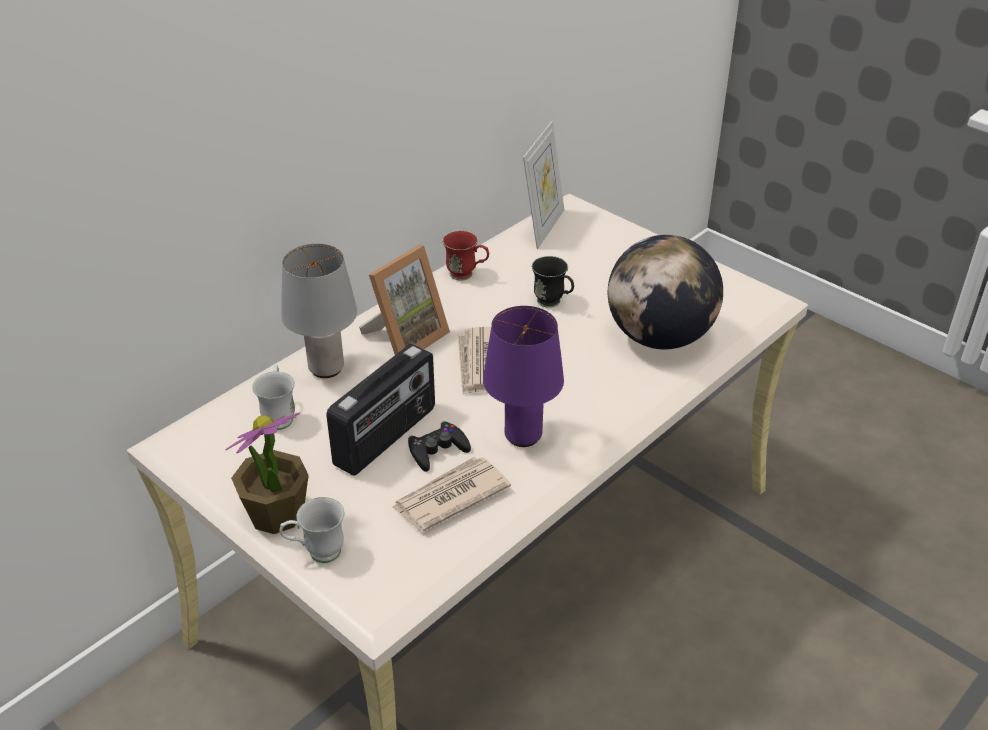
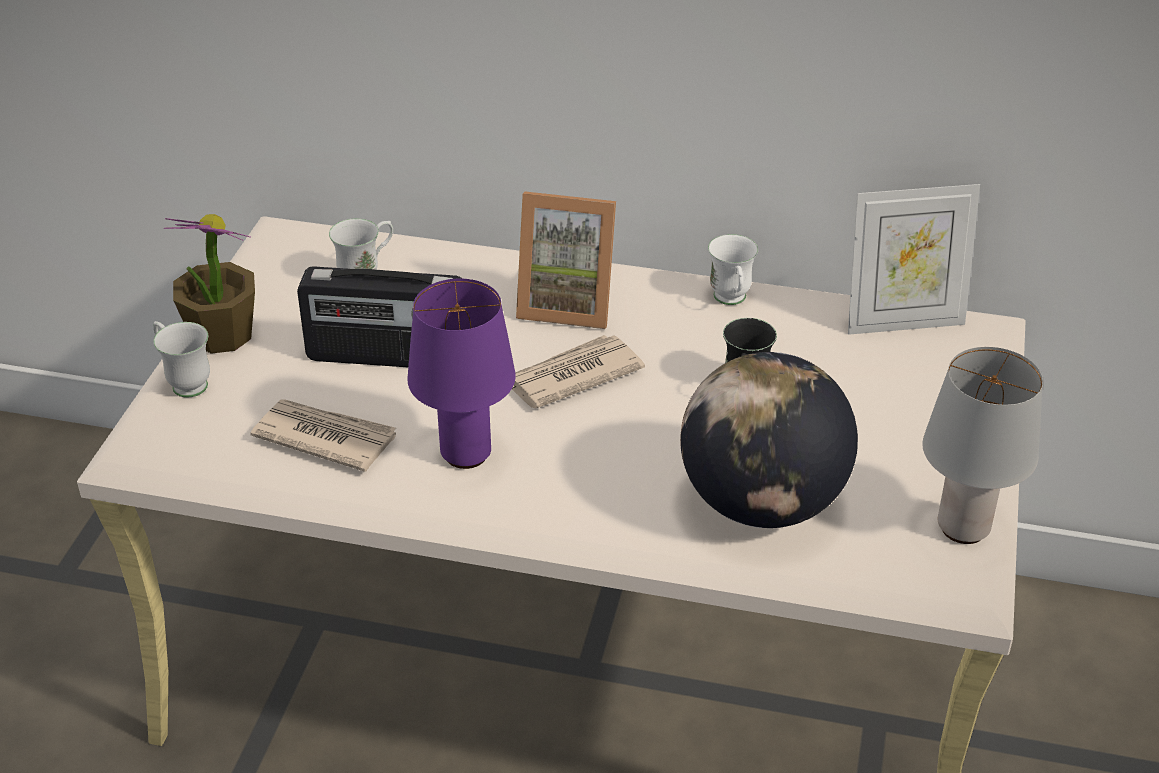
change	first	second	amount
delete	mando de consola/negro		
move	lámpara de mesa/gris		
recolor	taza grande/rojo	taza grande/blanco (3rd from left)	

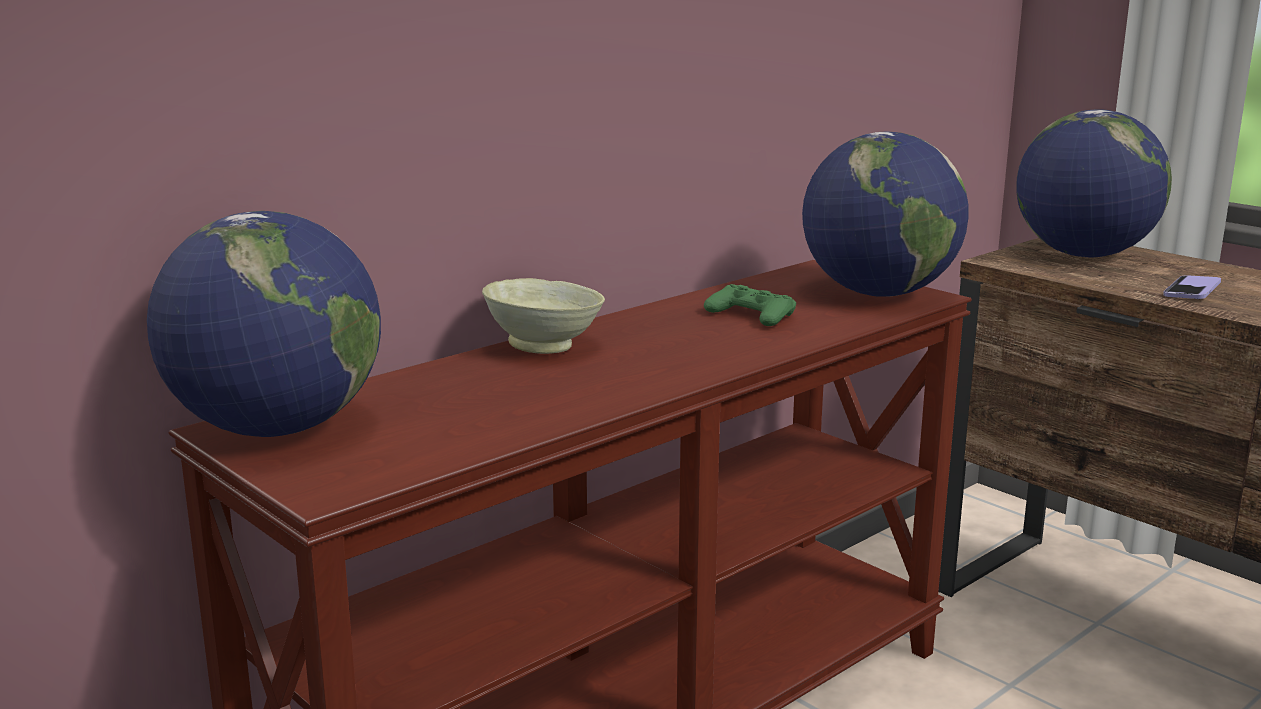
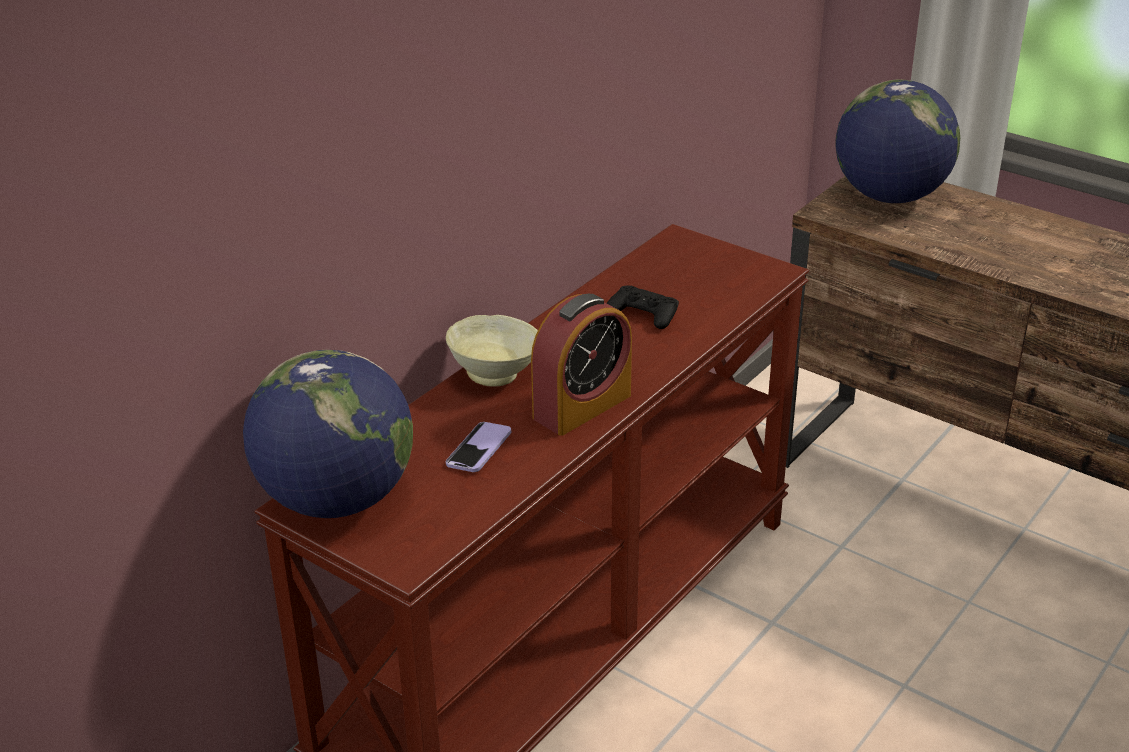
change	first	second	amount
delete	globo terráqueo (2nd from left)		
insert		despertador	
move	móvil		
recolor	mando de consola/verde	mando de consola/negro	

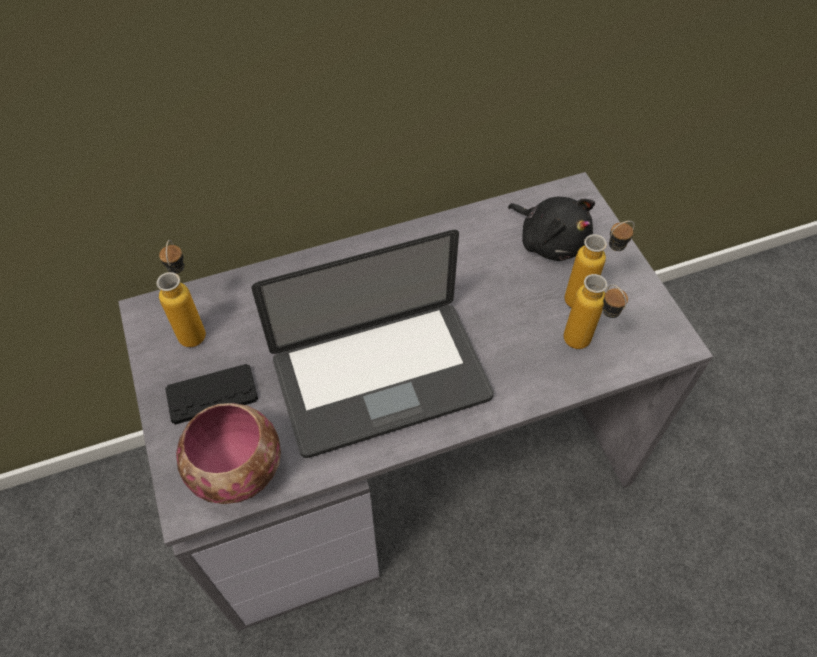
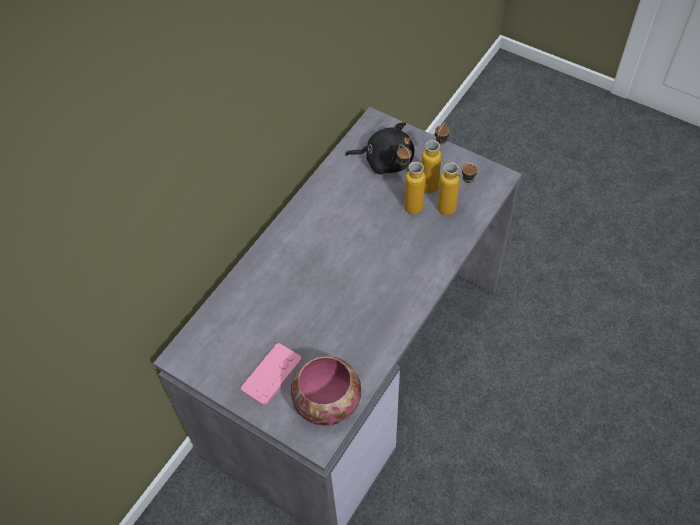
change	first	second	amount
delete	portátil		
move	botella (1st from left)		
recolor	mando de consola/negro	mando de consola/rosa	

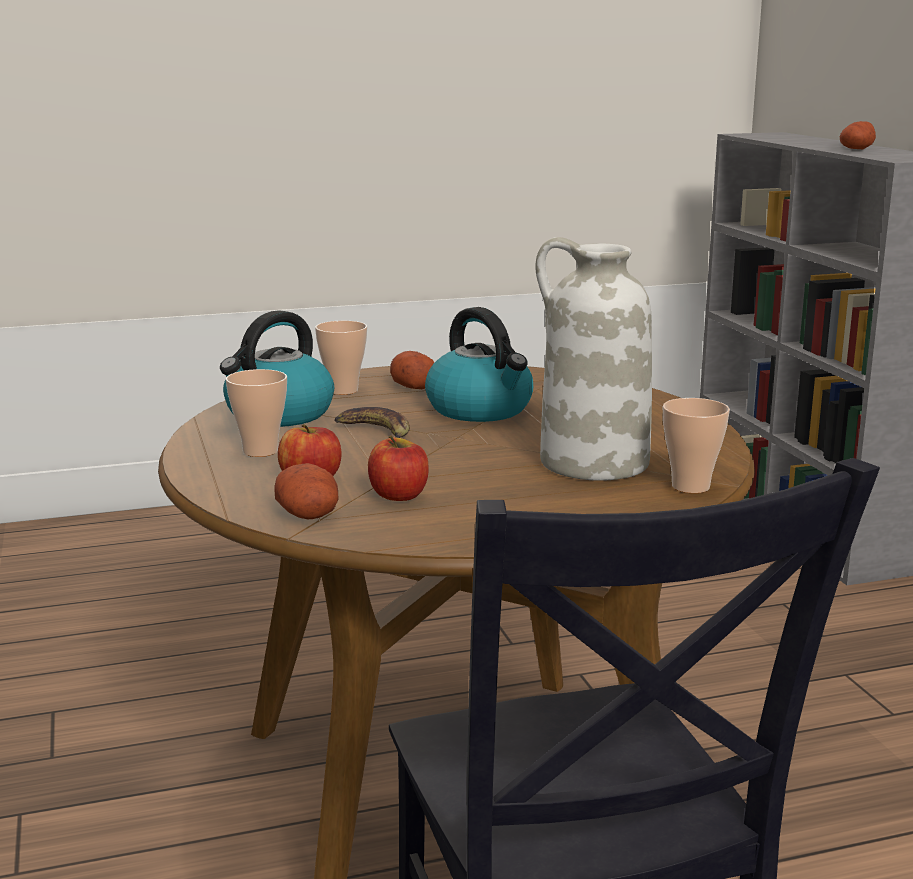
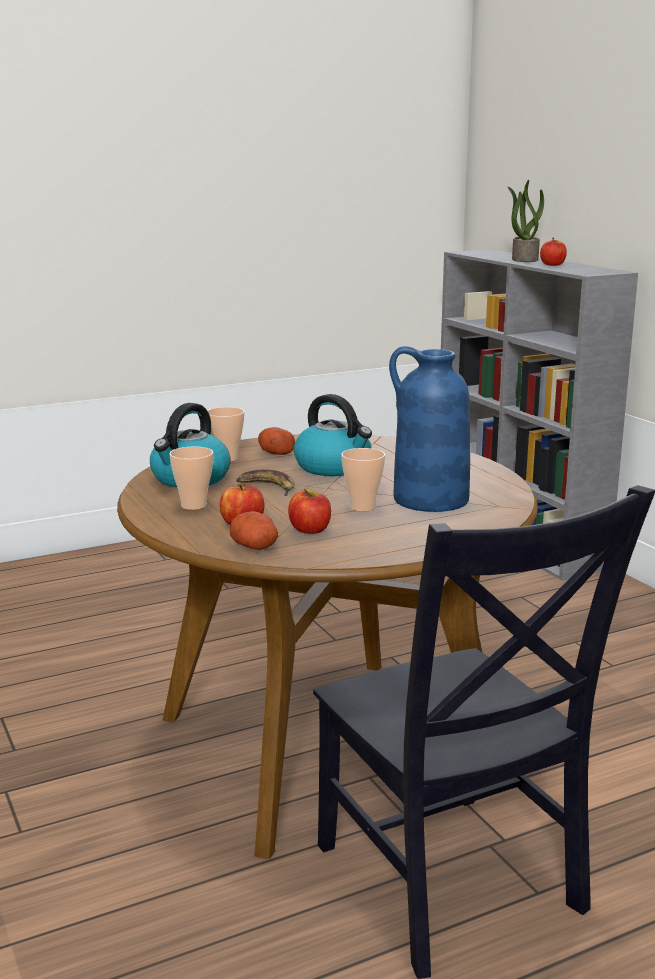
change	first	second	amount
insert		planta en maceta	
move	taza (3rd from left)		
replace	patata (3rd from left)	manzana (3rd from left)	
recolor	florero/blanco	florero/azul	

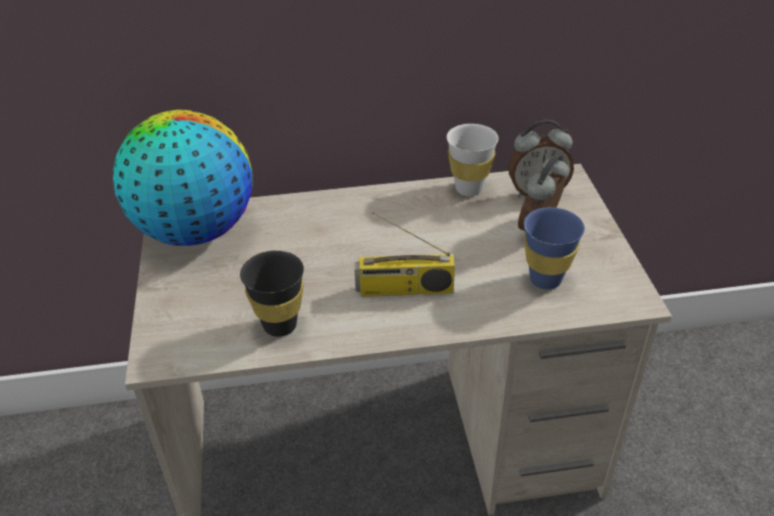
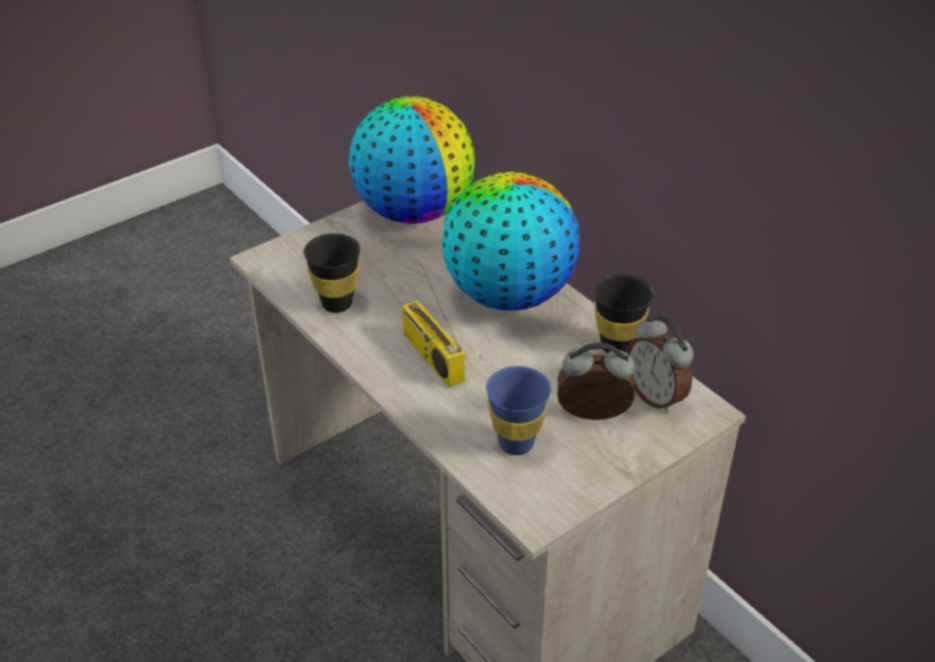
change	first	second	amount
insert		globo terráqueo (2nd from left)	
recolor	taza/blanco	taza/negro (2nd from left)	

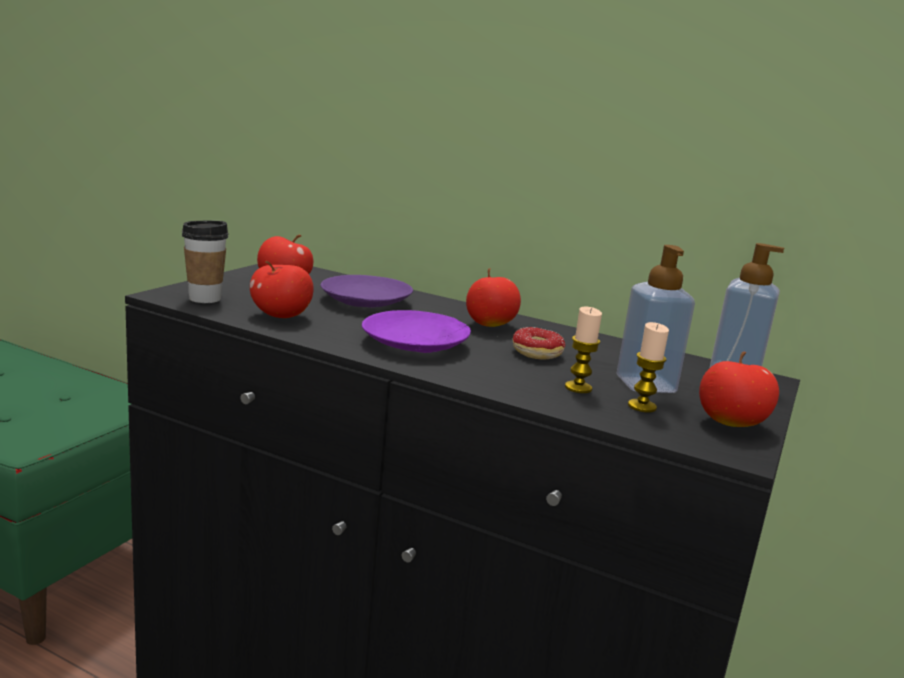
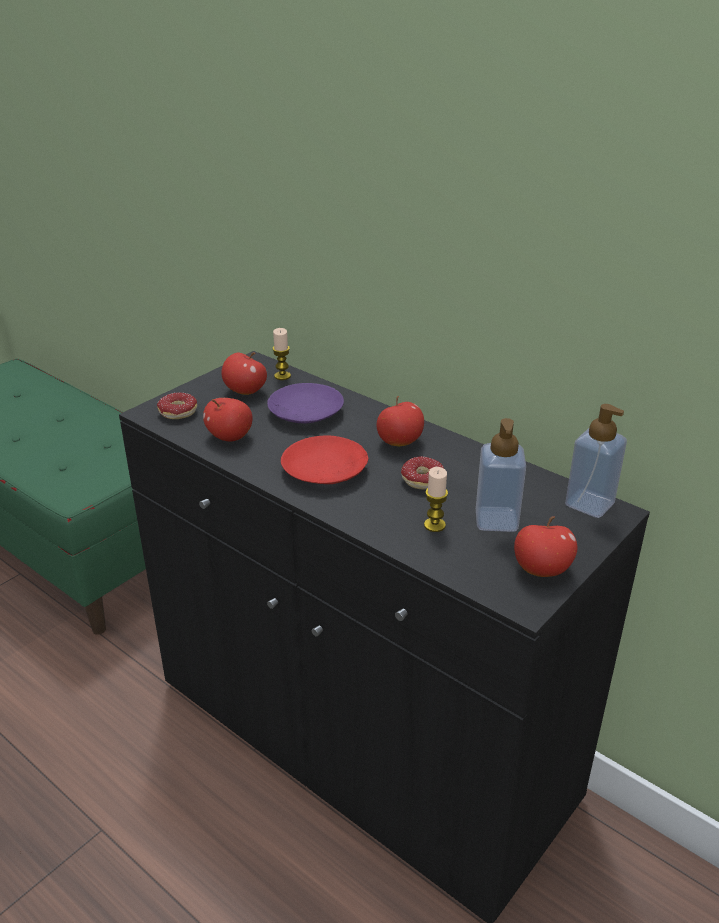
change	first	second	amount
move	vela (2nd from left in the first image)	vela (1st from left)	
replace	taza	rosquilla (1st from left)	
recolor	plato/morado (2nd from left)	plato/rojo	

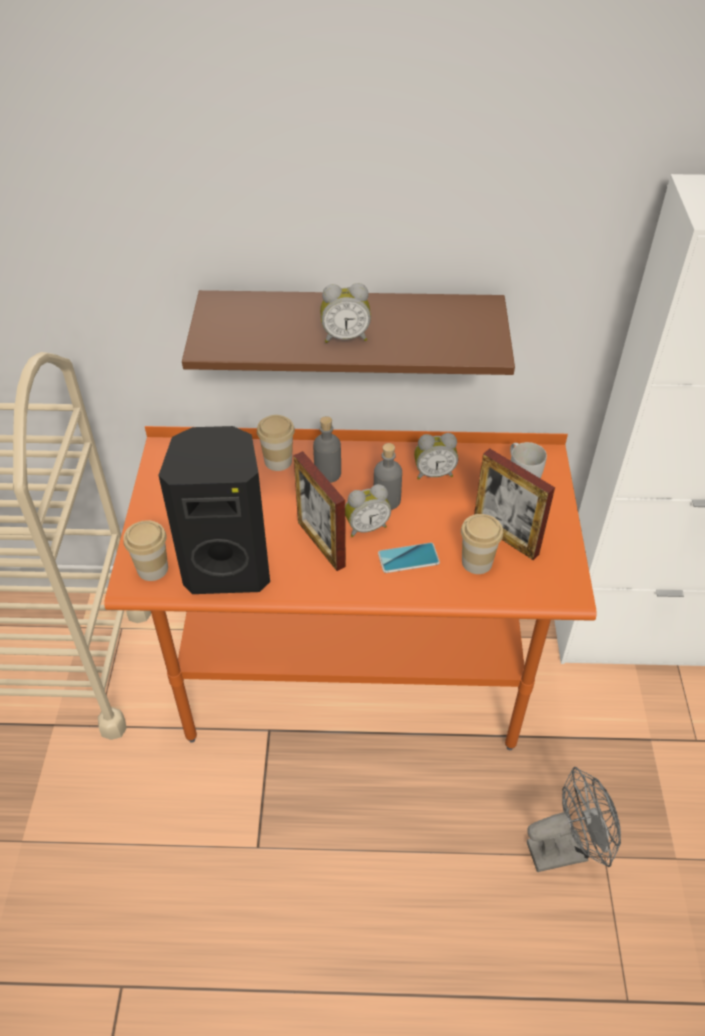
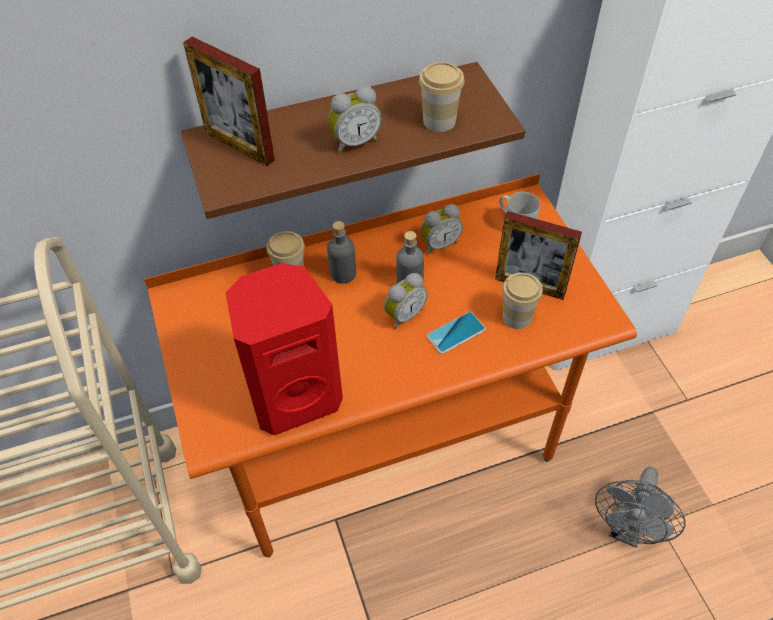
change	first	second	amount
move	taza (1st from left in the first image)	taza (2nd from left)	
move	portarretratos (1st from left)		
recolor	altavoz/negro	altavoz/rojo	
rotate	ventilador/gris		150 degrees clockwise

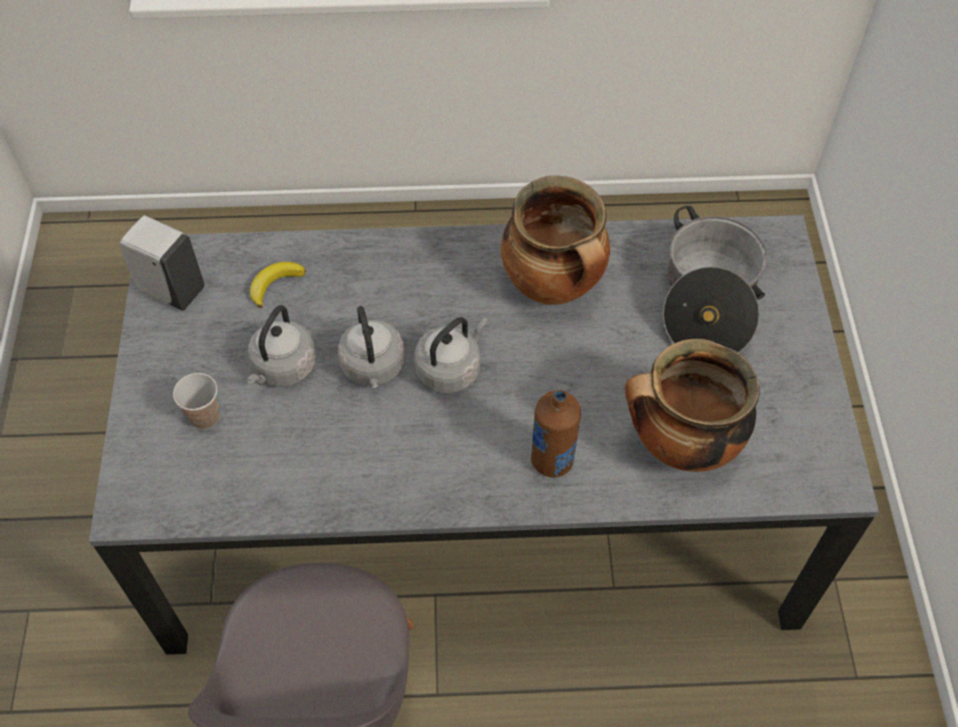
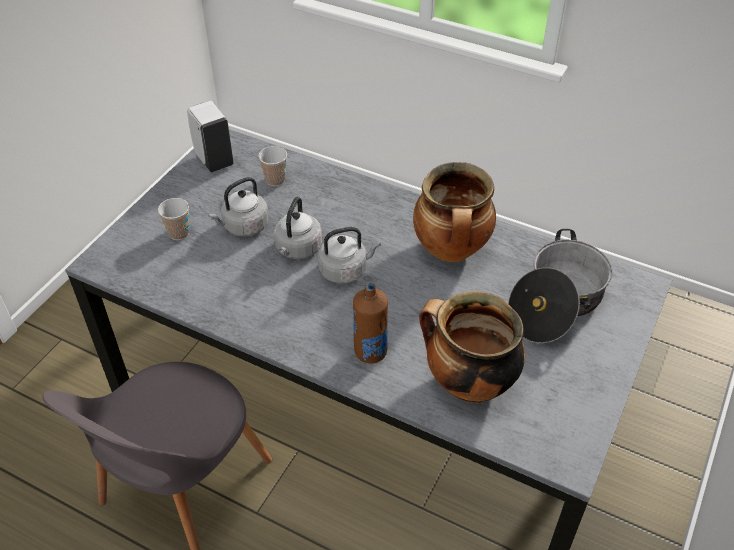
change	first	second	amount
replace	plátano	taza (2nd from left)	

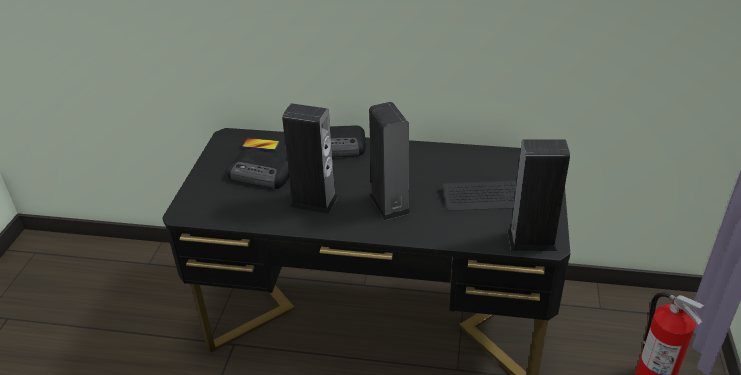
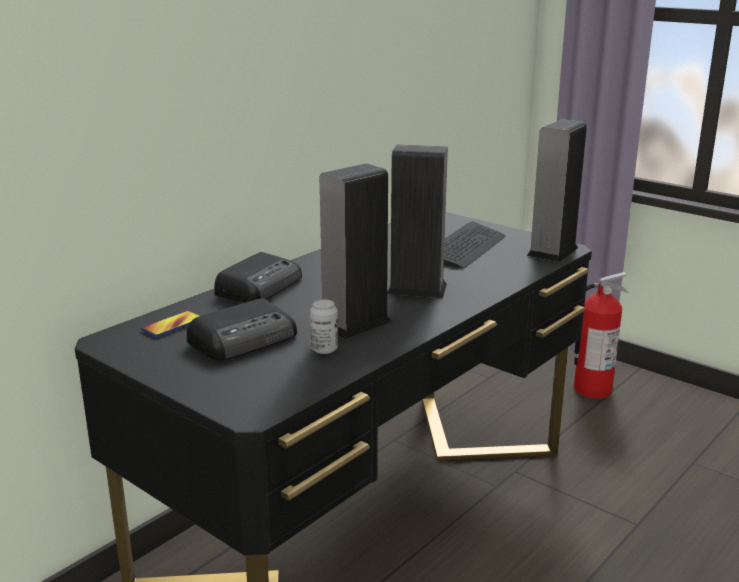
change	first	second	amount
insert		lata	

